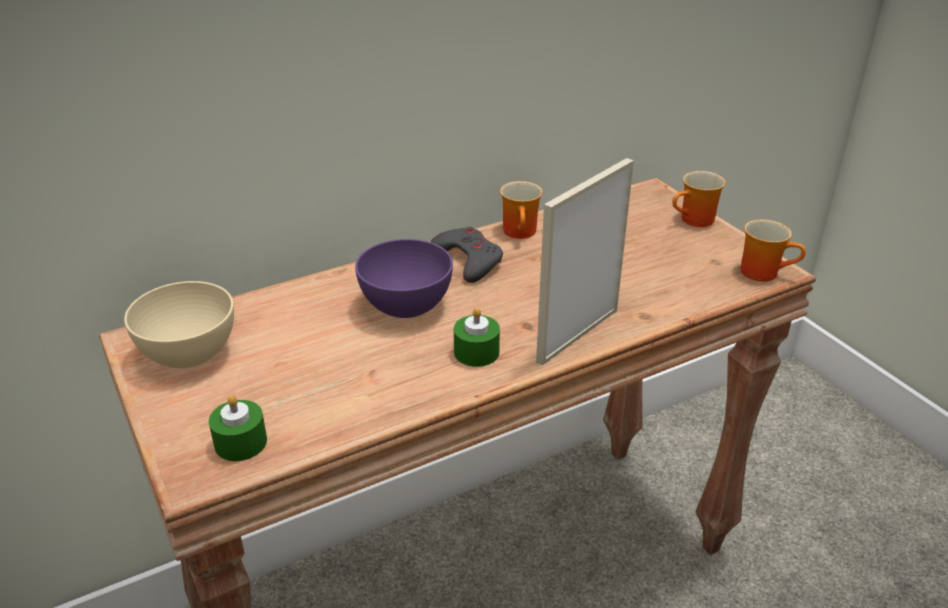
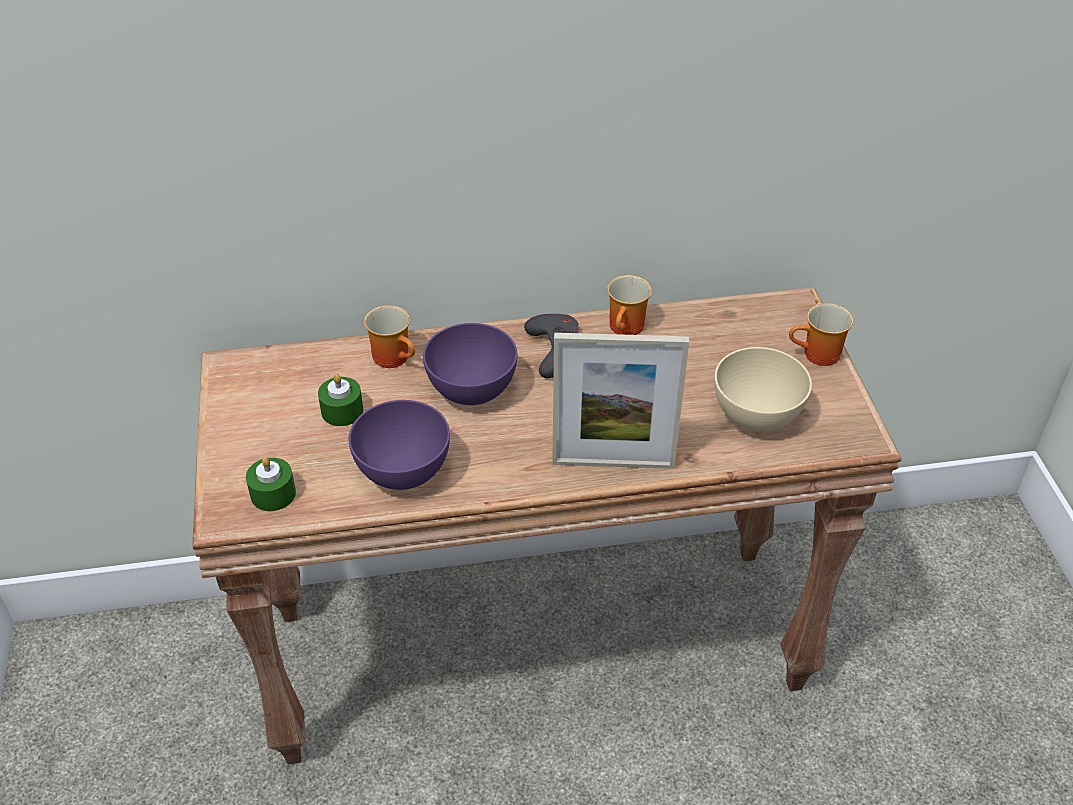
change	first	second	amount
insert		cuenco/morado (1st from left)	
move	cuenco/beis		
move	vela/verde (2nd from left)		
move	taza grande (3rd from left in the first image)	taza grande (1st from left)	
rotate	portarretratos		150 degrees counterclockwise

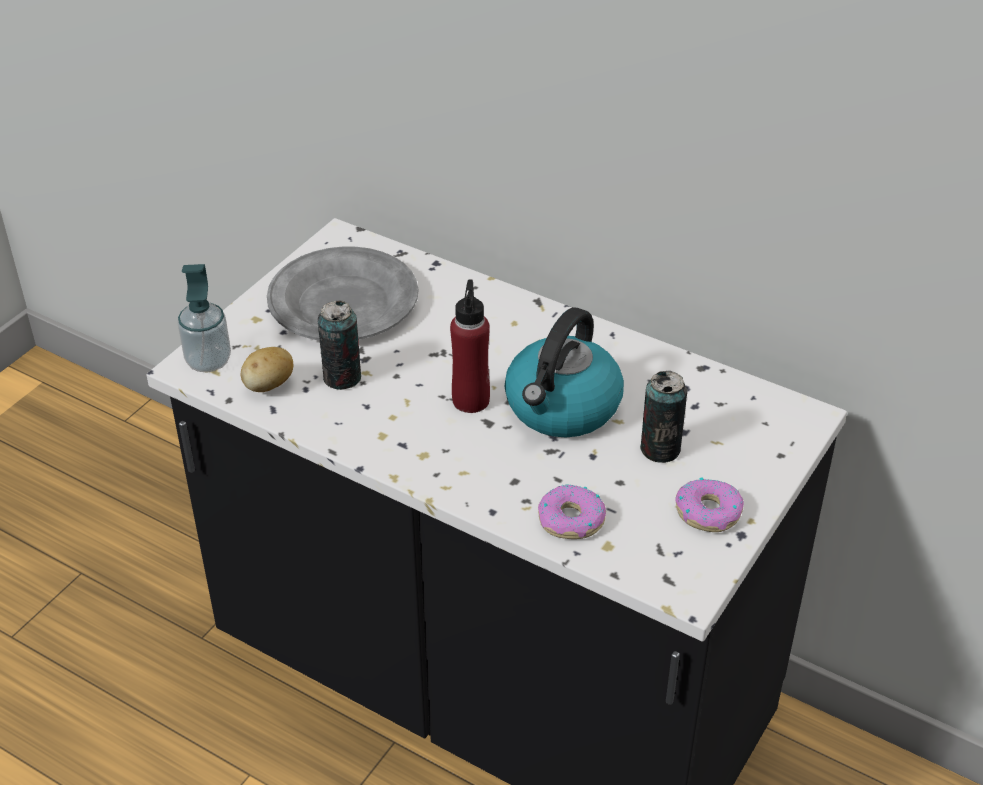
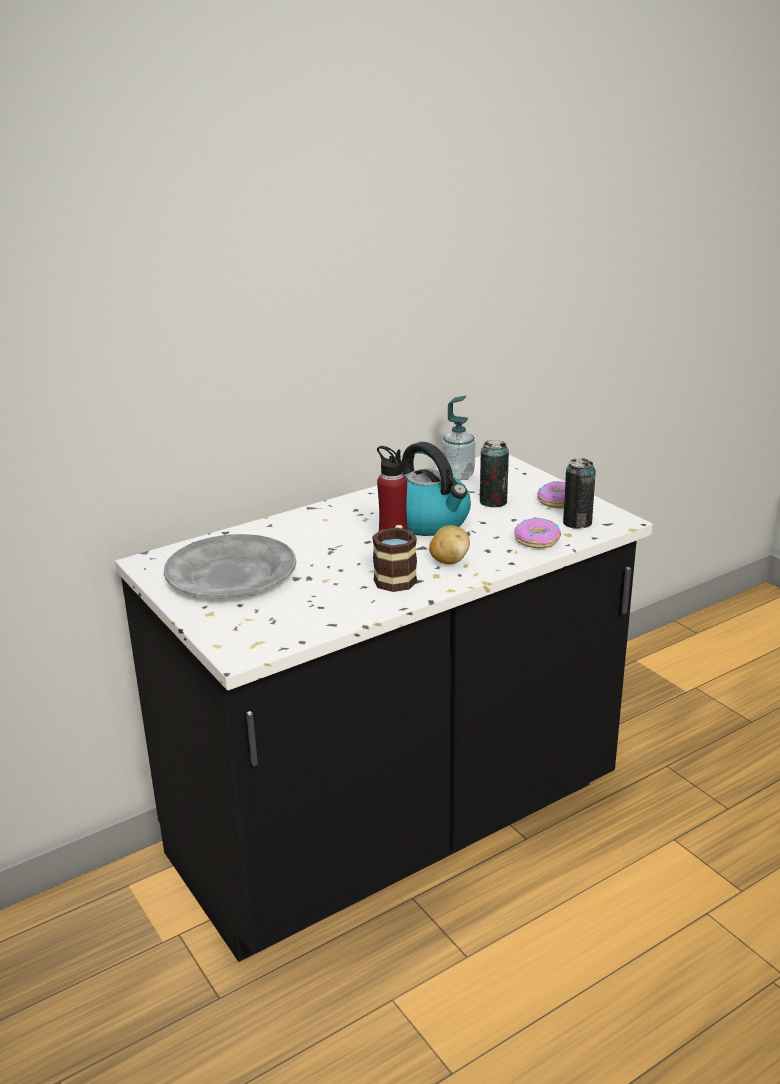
change	first	second	amount
insert		taza grande	
move	dispensador de jabón		
move	patata		
move	lata (1st from left in the first image)	lata (2nd from left)	

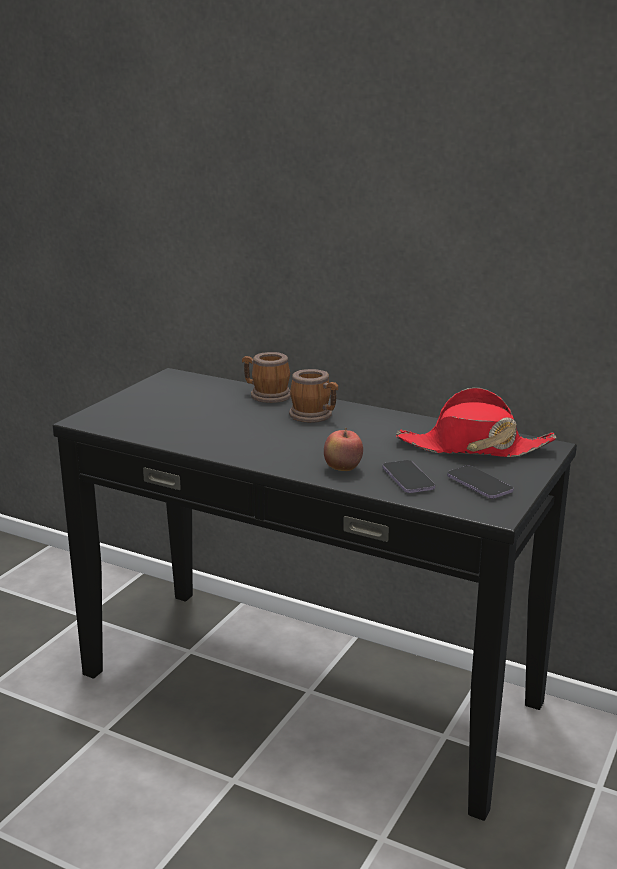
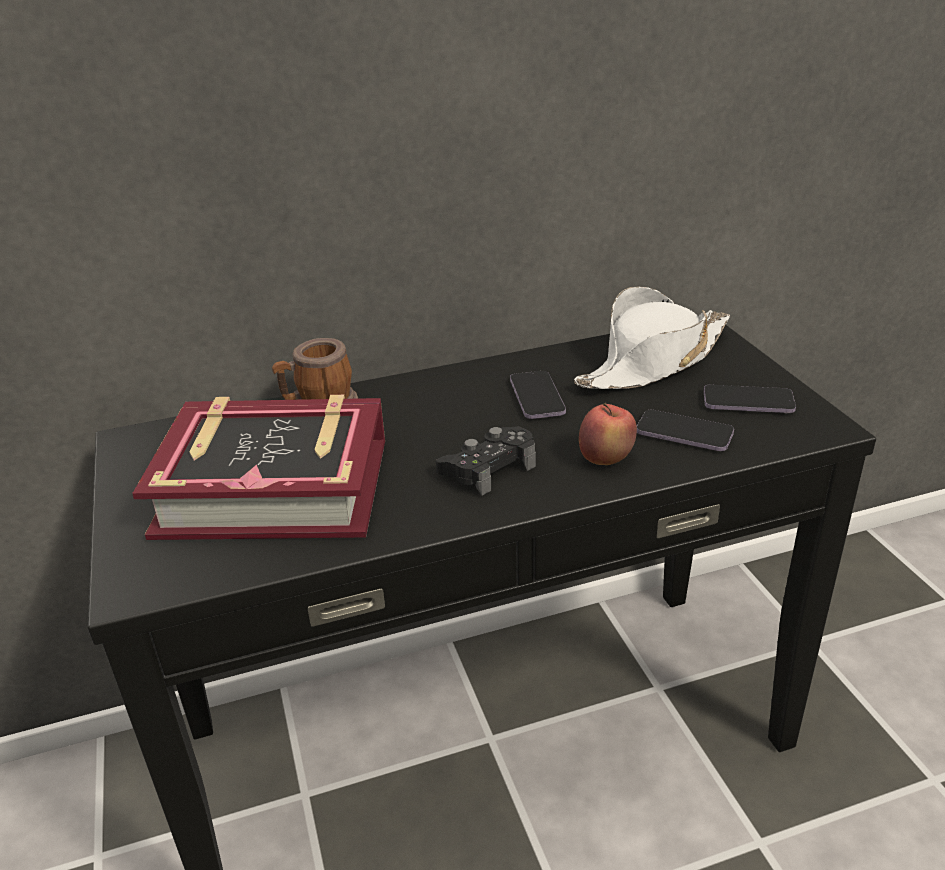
change	first	second	amount
delete	taza grande (2nd from left)		
insert		libro	
insert		mando de consola/negro	
insert		móvil (1st from left)	
recolor	sombrero/rojo	sombrero/blanco	

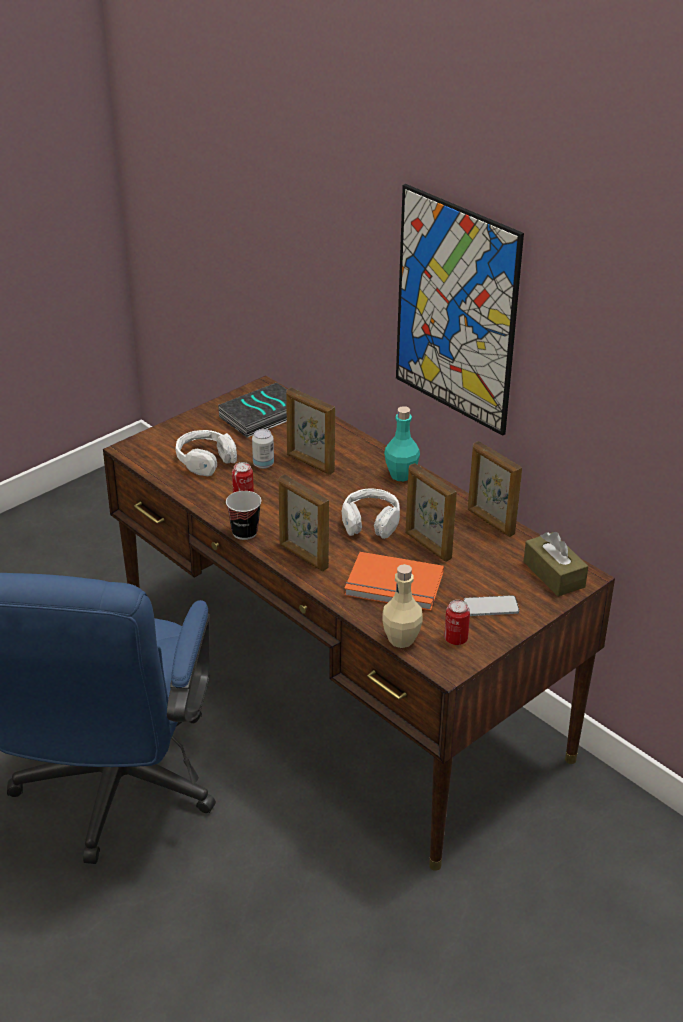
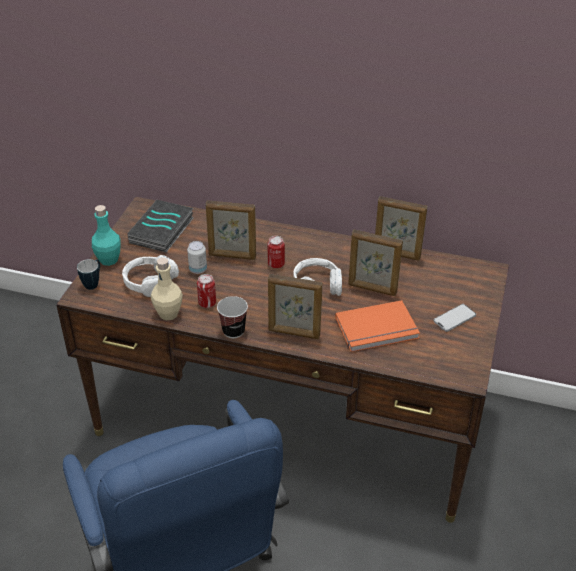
change	first	second	amount
delete	cuadro		
delete	caja de pañuelos/marrón		
insert		taza grande	
move	botella/beis		
move	botella/turquesa		
move	lata (3rd from left)		

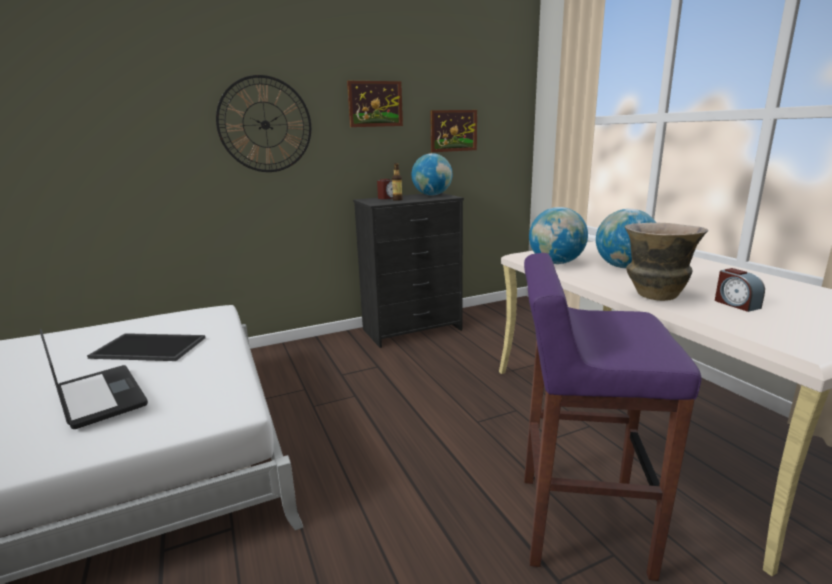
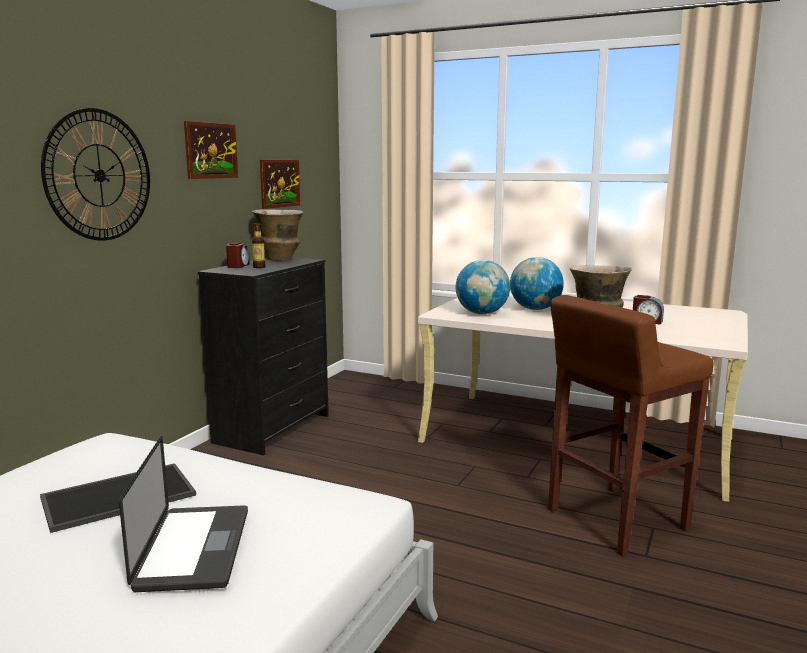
change	first	second	amount
replace	globo terráqueo (1st from left)	florero (1st from left)	
recolor	taburete/morado	taburete/marrón	
rotate	portátil		75 degrees clockwise

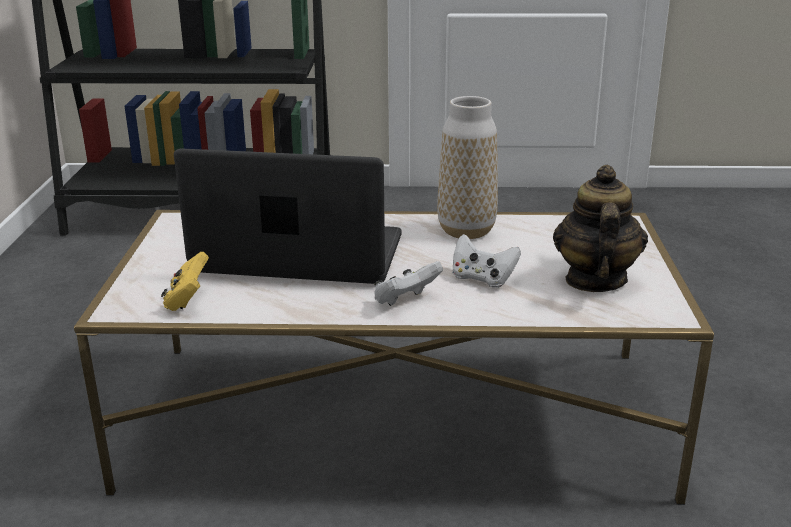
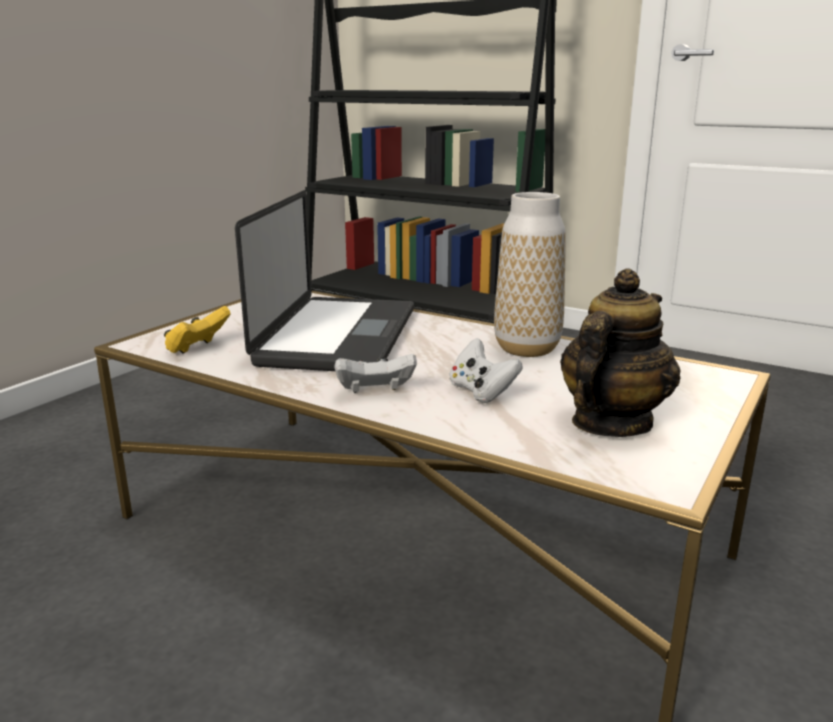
change	first	second	amount
rotate	portátil		60 degrees clockwise

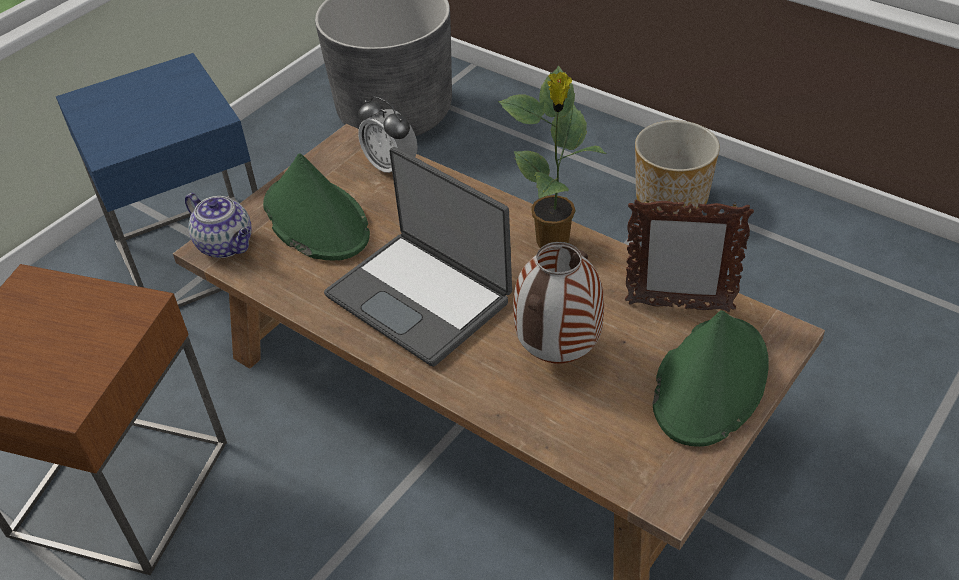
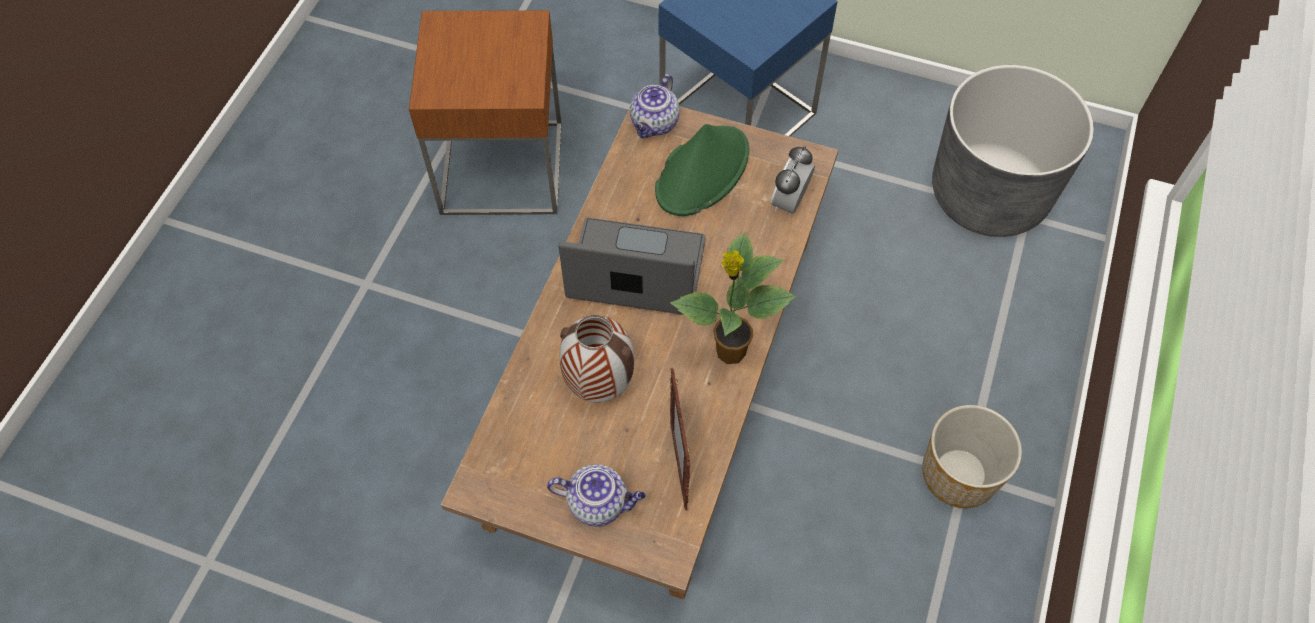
change	first	second	amount
replace	sombrero/verde (2nd from left)	tetera (1st from left)	
rotate	portátil		75 degrees clockwise

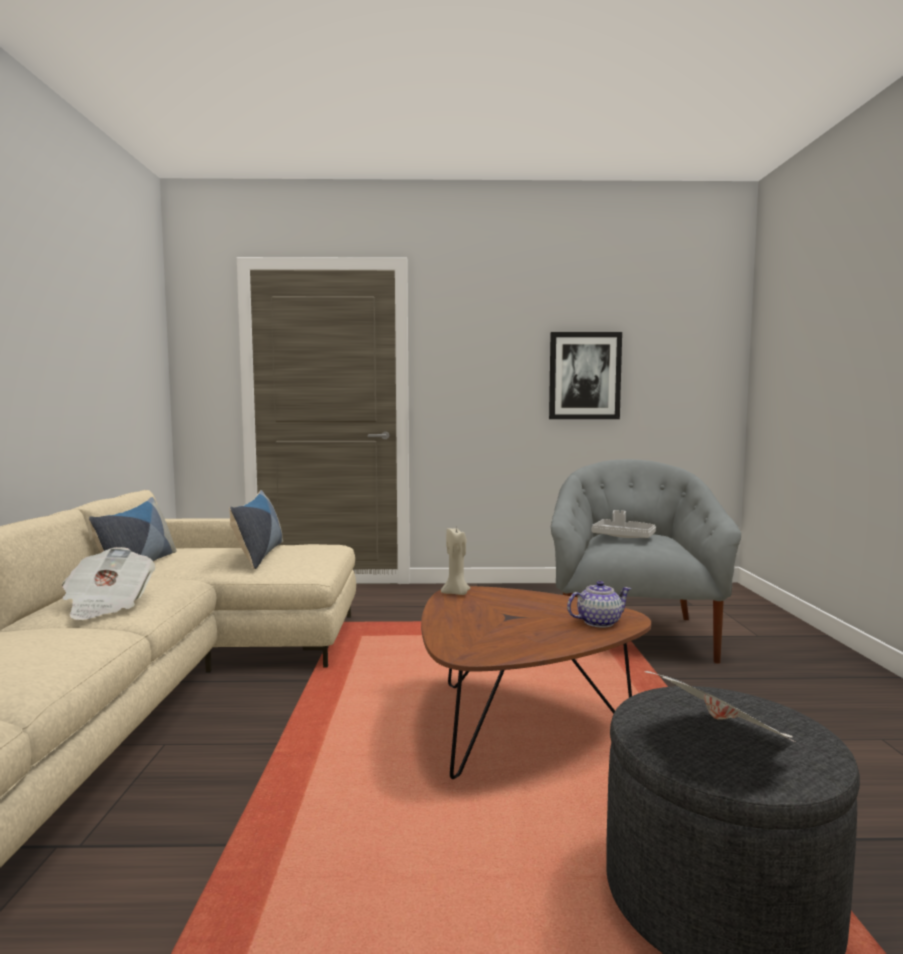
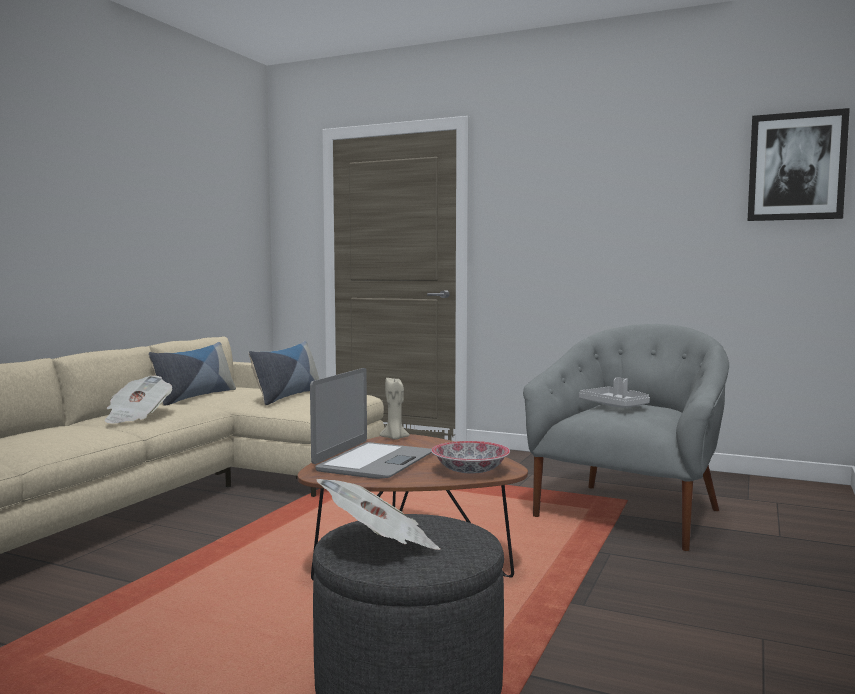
change	first	second	amount
insert		portátil	
move	cuadro		
replace	tetera	cuenco	

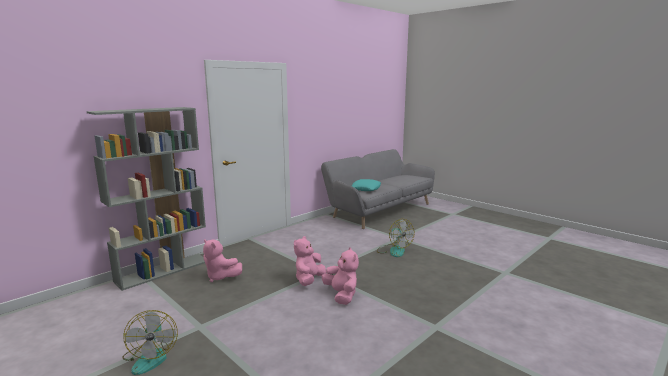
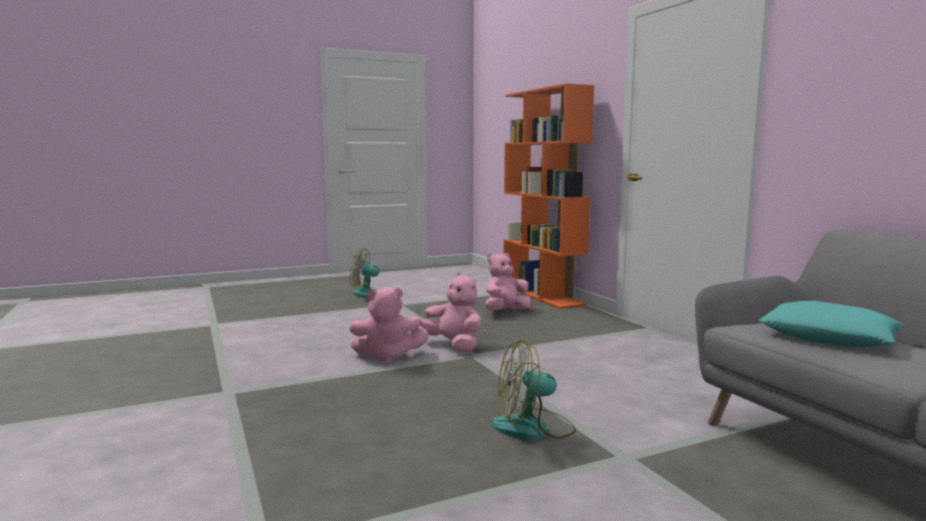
change	first	second	amount
recolor	estantería/gris	estantería/naranja	

